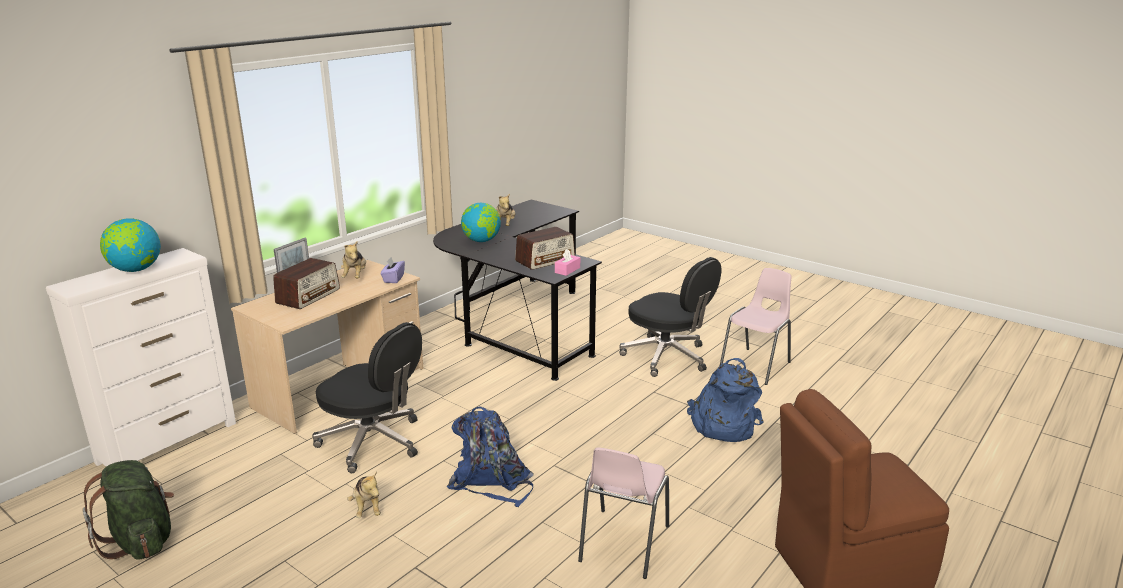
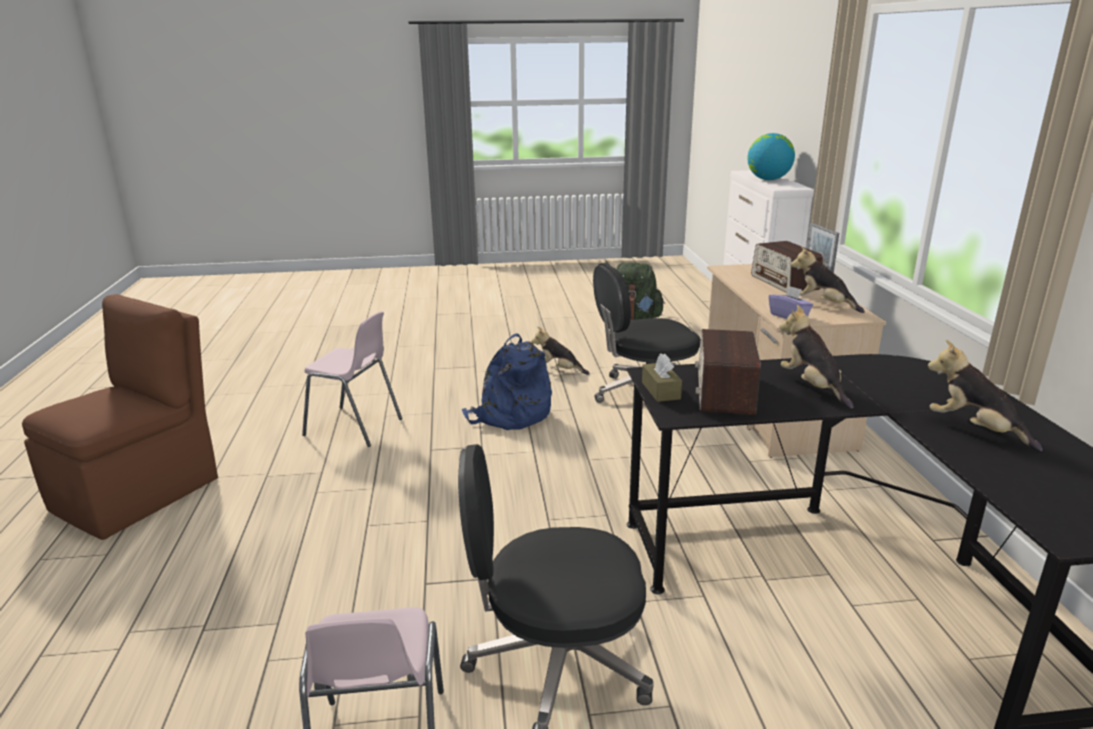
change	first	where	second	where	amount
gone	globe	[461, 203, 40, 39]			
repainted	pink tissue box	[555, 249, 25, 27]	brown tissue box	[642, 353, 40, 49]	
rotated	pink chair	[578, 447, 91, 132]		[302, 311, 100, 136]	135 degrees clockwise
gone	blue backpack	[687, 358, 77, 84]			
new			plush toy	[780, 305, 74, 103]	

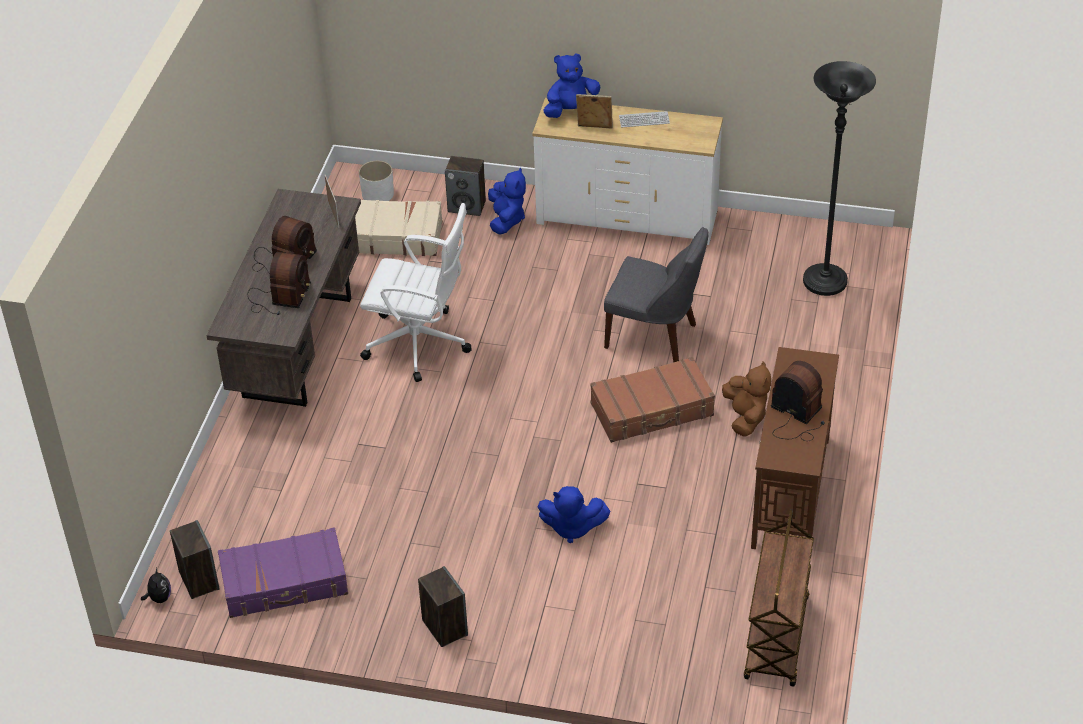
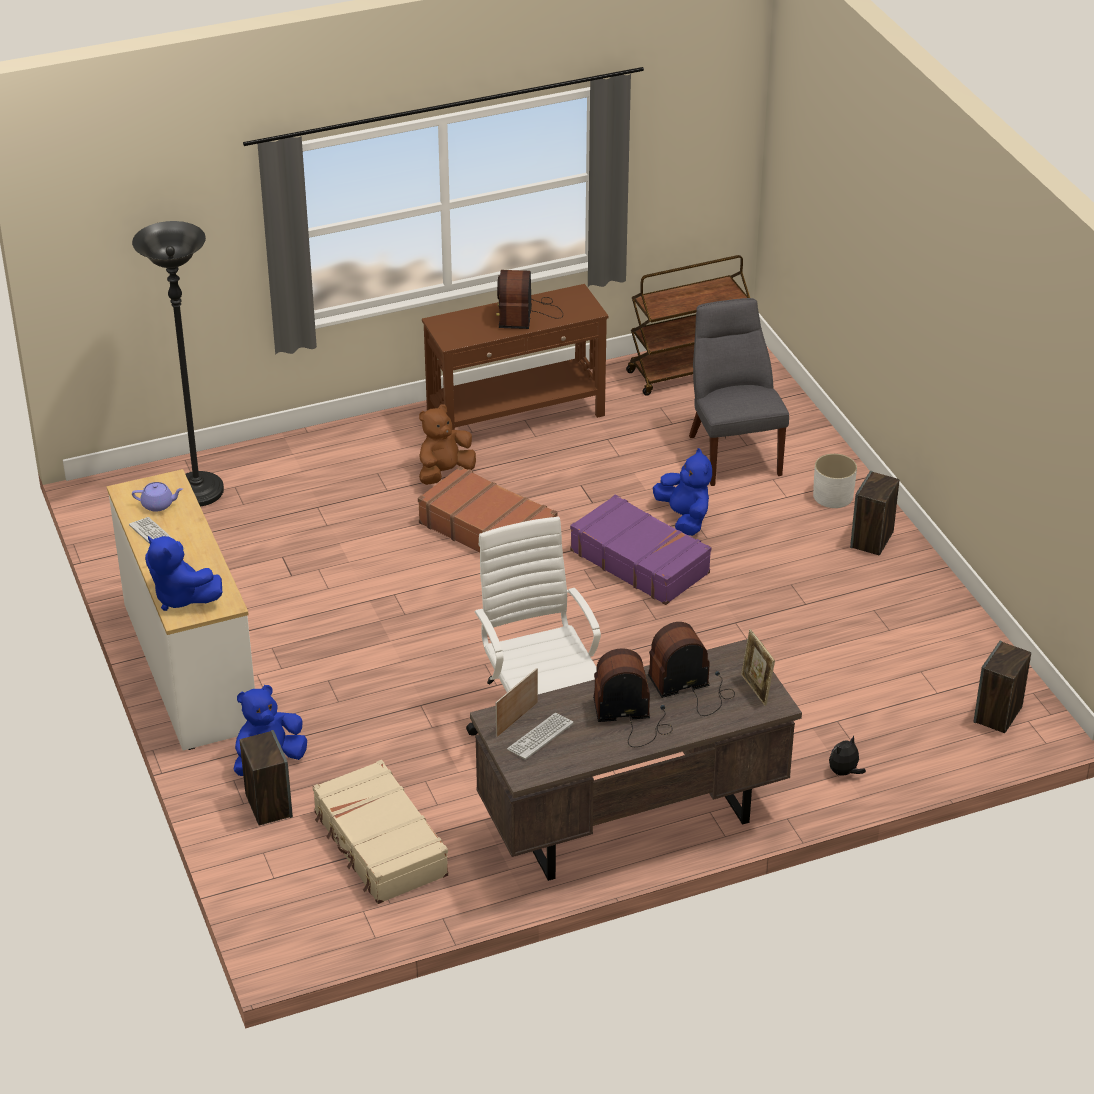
change	first	where	second	where	amount
shifted	plush toy	[141, 568, 30, 35]		[829, 735, 37, 41]	
shifted	purple suitcase	[218, 527, 130, 91]		[570, 495, 141, 110]	
shifted	white planter	[359, 161, 35, 40]		[813, 454, 44, 54]	
shifted	picture frame	[576, 94, 37, 35]		[741, 629, 34, 77]	
shifted	grey chair	[604, 227, 105, 135]		[689, 298, 100, 188]	
new			purple teapot	[132, 482, 51, 30]	
new			keyboard	[507, 713, 66, 47]	

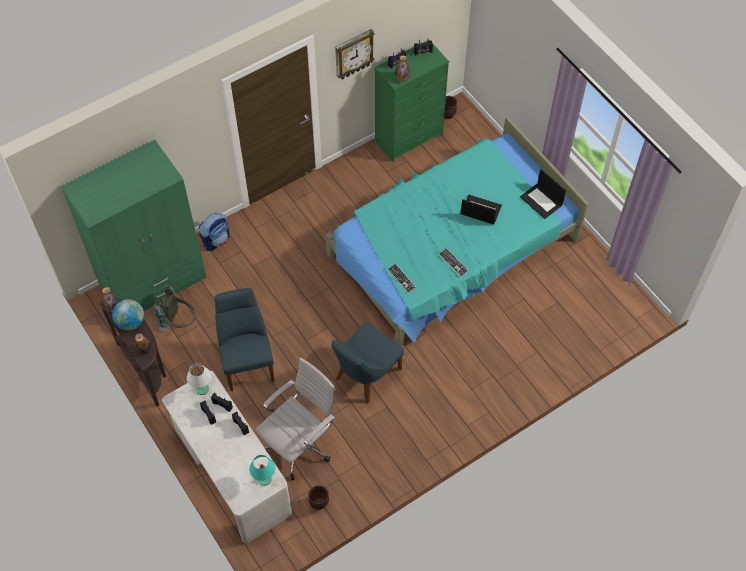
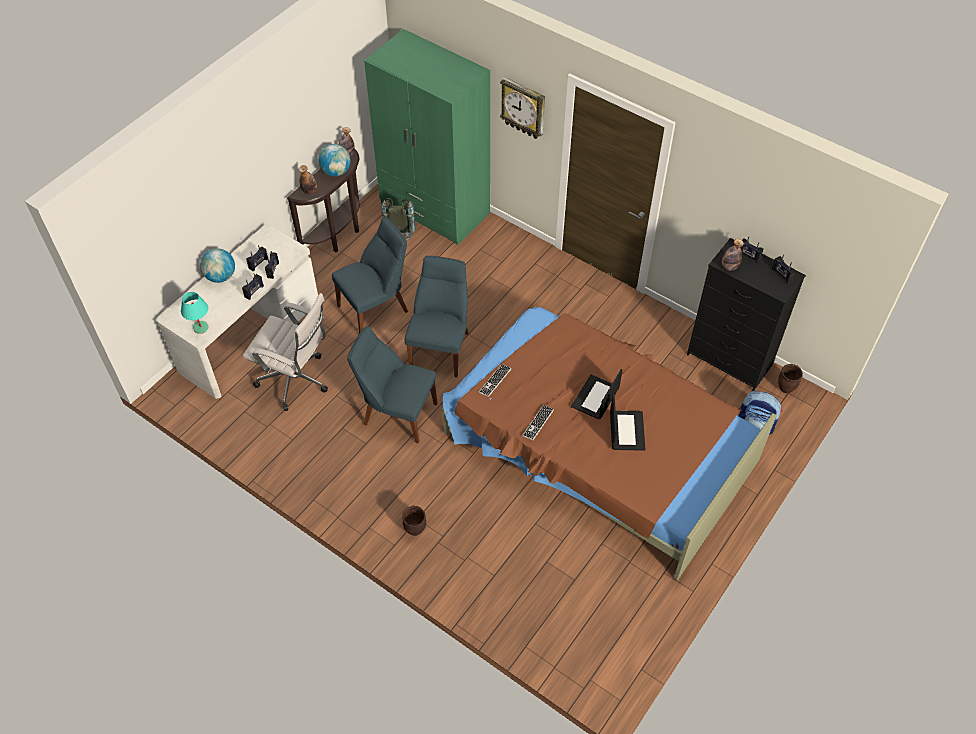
change	first	where	second	where	amount
gone	white table lamp	[187, 363, 24, 32]			
shifted	backpack	[199, 213, 31, 38]		[738, 391, 45, 44]	
shifted	brown planter	[308, 485, 21, 25]		[402, 506, 24, 30]	
repainted	turquoise bed	[325, 117, 263, 229]	brown bed	[442, 307, 335, 273]	
shifted	wall clock	[335, 29, 40, 51]		[500, 77, 45, 62]	
repainted	green dresser	[375, 40, 74, 122]	black dresser	[687, 238, 119, 153]	
shifted	laptop	[520, 169, 46, 50]		[571, 369, 51, 50]	
new			globe	[200, 248, 35, 35]	
new			blue chair	[405, 256, 64, 122]	

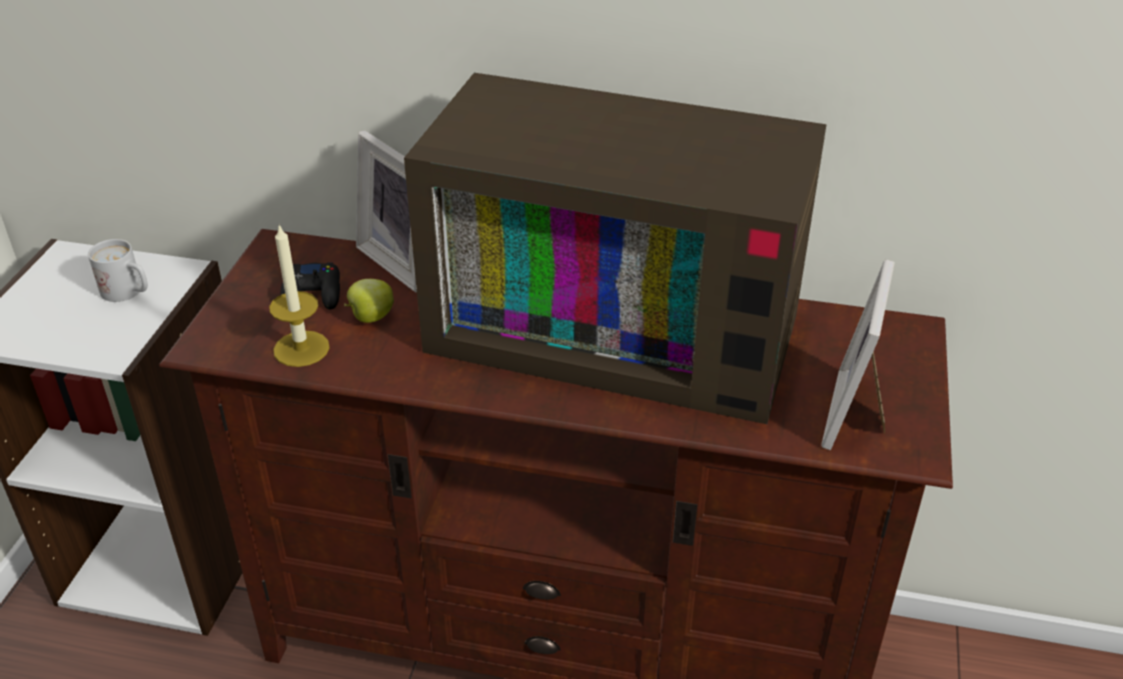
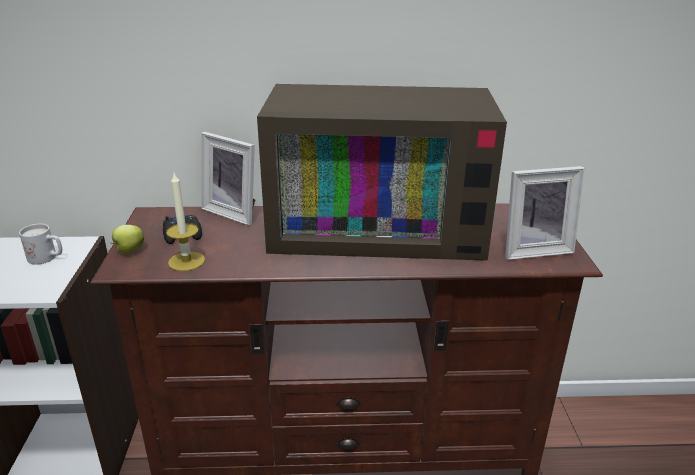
change	first	where	second	where	amount
shifted	apple	[344, 279, 50, 44]		[110, 225, 34, 29]	
rotated	picture frame	[821, 260, 74, 190]		[505, 166, 79, 94]	105 degrees counterclockwise

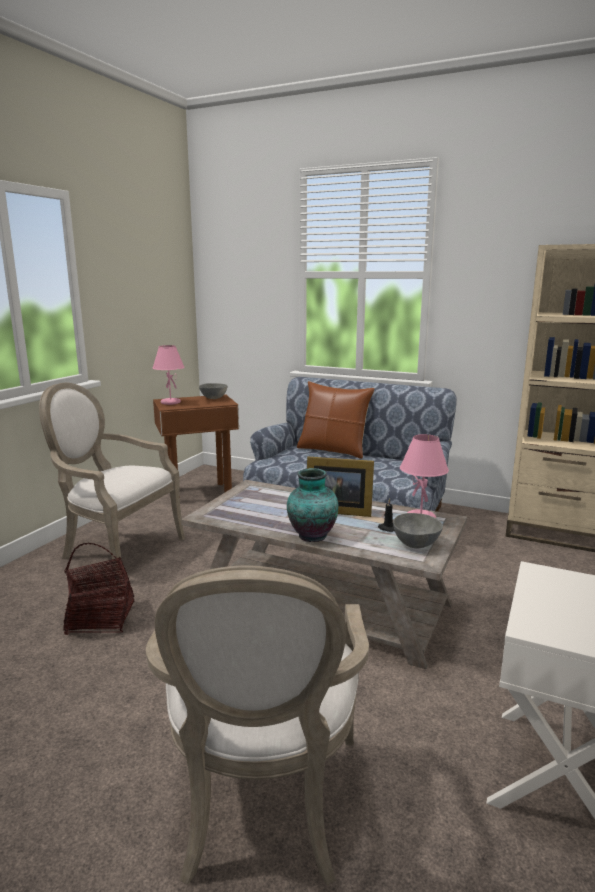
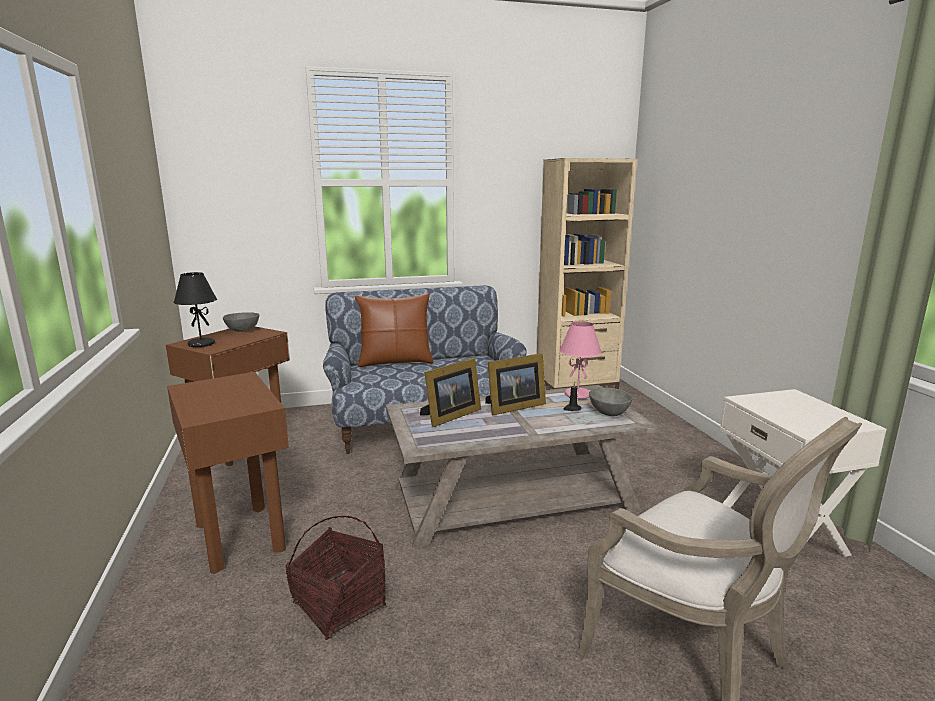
change	first	where	second	where	amount
swapped	armchair	[39, 383, 146, 200]	brown side table	[167, 372, 122, 202]	
repainted	pink table lamp	[152, 345, 33, 60]	black table lamp	[173, 272, 44, 75]	
gone	vase	[287, 468, 52, 74]			
new			picture frame	[420, 358, 61, 69]	

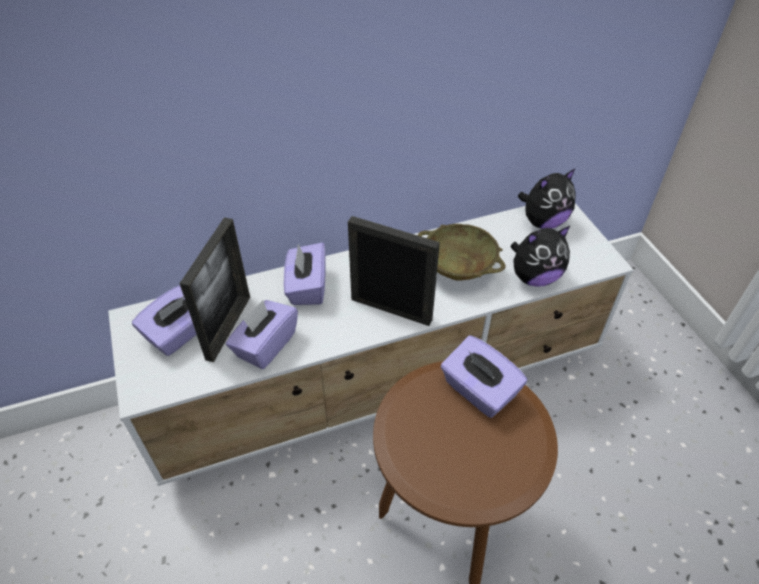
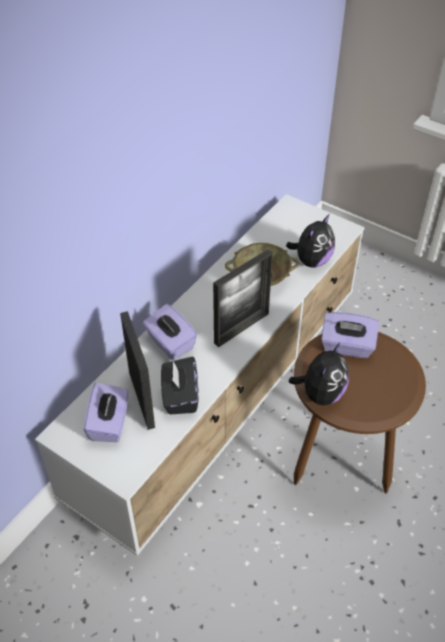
change	first	where	second	where	amount
repainted	purple tissue box	[226, 300, 72, 69]	black tissue box	[161, 357, 38, 58]	
rotated	picture frame	[348, 216, 92, 110]		[213, 249, 60, 98]	150 degrees clockwise
shifted	plush toy	[518, 168, 58, 61]		[288, 343, 61, 63]	

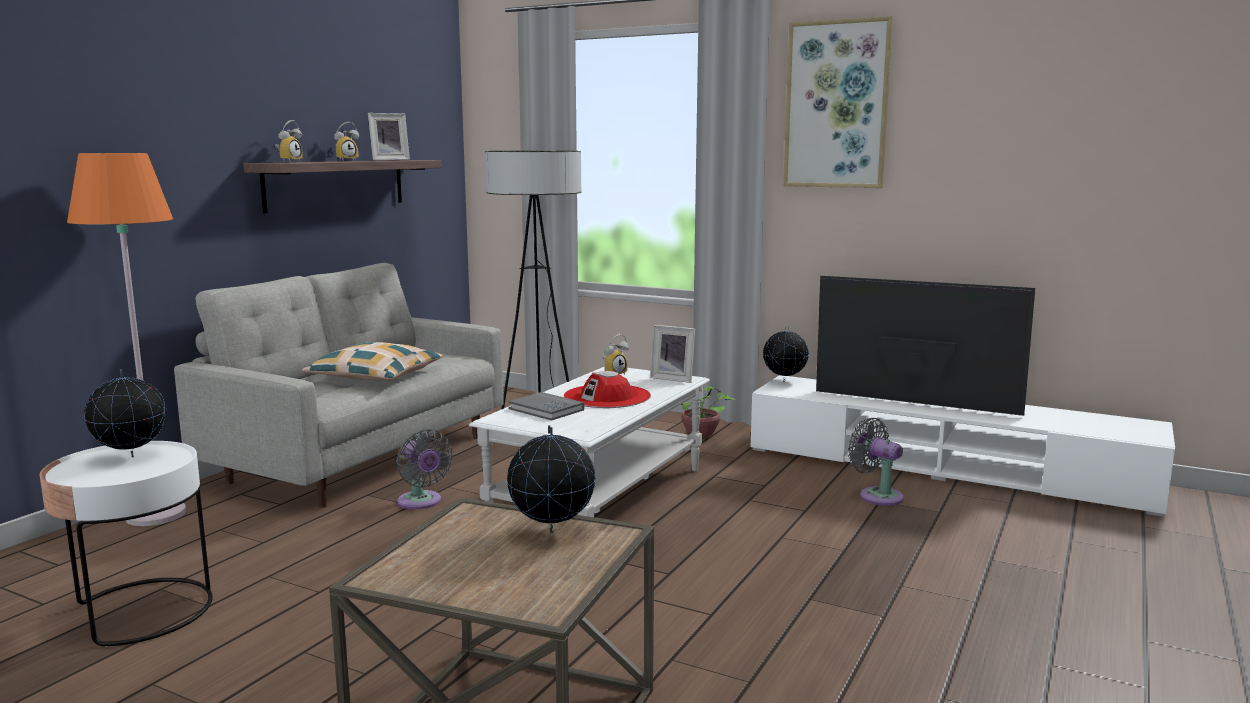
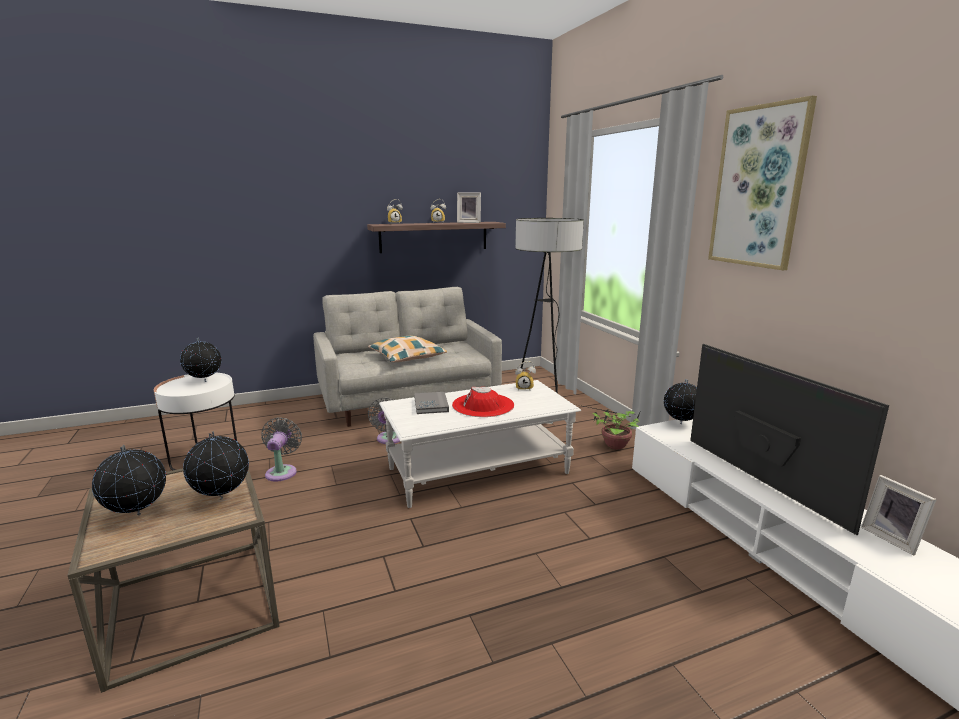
change	first	where	second	where	amount
gone	orange floor lamp	[67, 153, 119, 373]			
shifted	picture frame	[650, 325, 45, 58]		[861, 475, 76, 80]	
shifted	grey fan	[848, 418, 56, 88]		[261, 417, 41, 64]	
new			globe	[92, 445, 74, 70]	

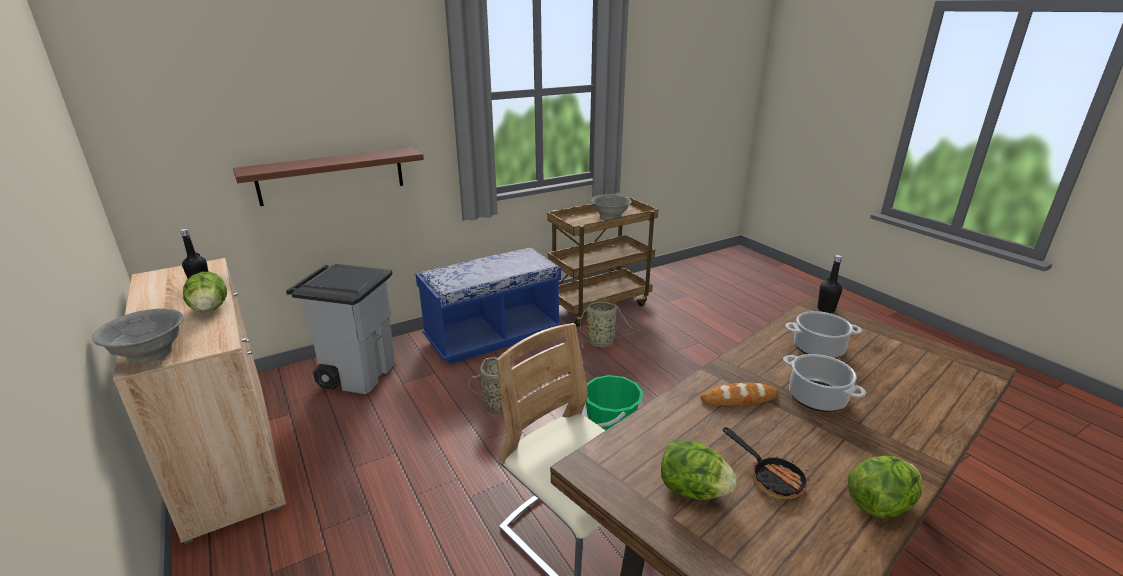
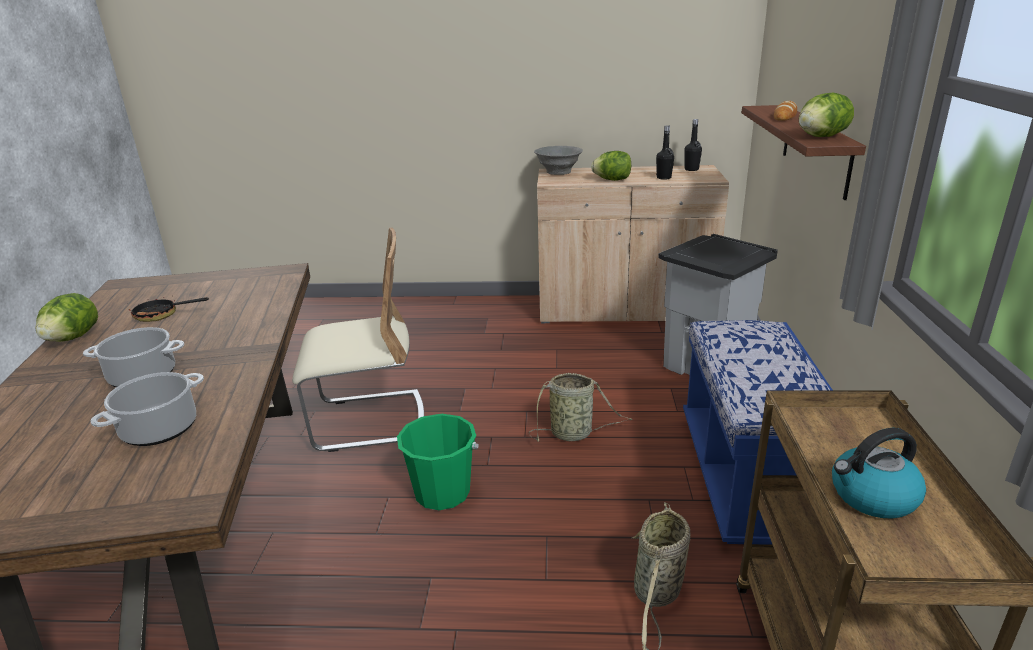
change	first	where	second	where	amount
swapped	grey bowl	[591, 194, 41, 26]	kettle	[832, 428, 94, 91]	
shifted	lettuce	[661, 440, 76, 60]		[799, 92, 55, 45]	
shifted	bread	[700, 383, 78, 23]		[774, 101, 23, 20]	
shifted	black bottle	[817, 255, 25, 58]		[684, 119, 18, 52]	

